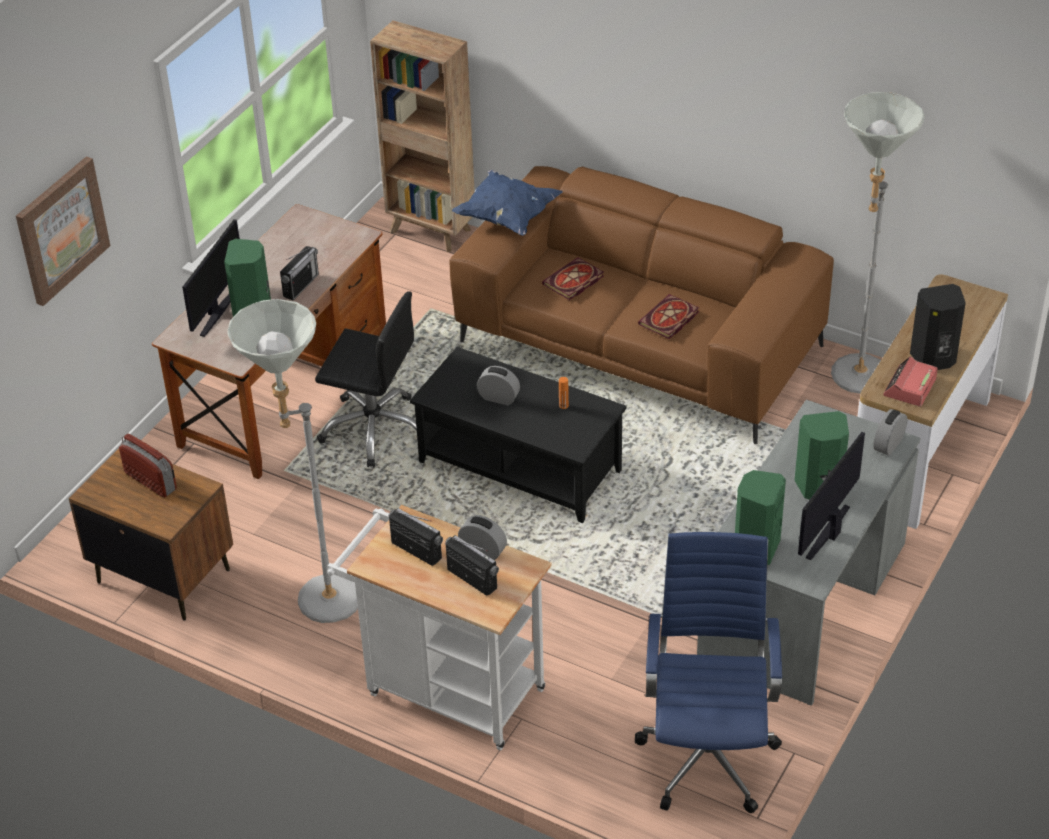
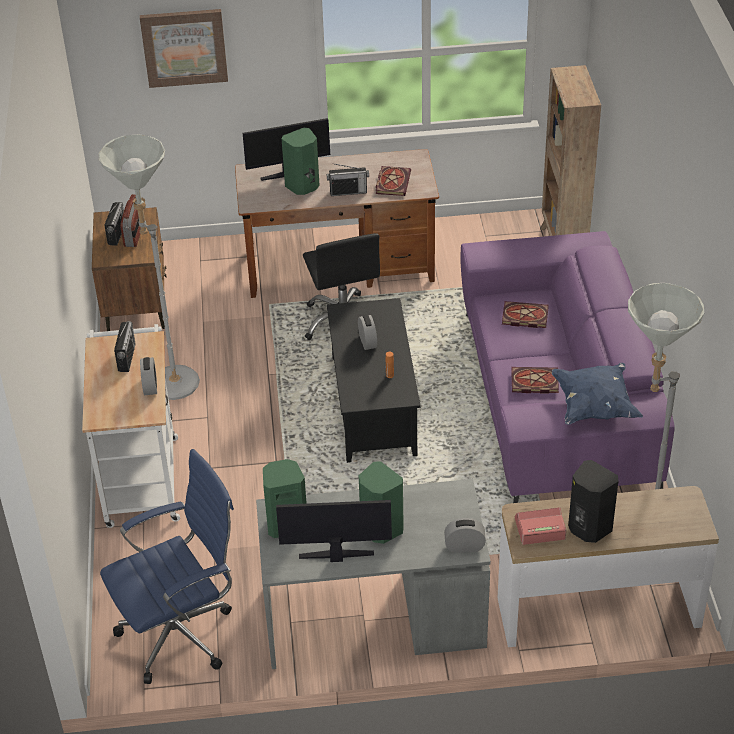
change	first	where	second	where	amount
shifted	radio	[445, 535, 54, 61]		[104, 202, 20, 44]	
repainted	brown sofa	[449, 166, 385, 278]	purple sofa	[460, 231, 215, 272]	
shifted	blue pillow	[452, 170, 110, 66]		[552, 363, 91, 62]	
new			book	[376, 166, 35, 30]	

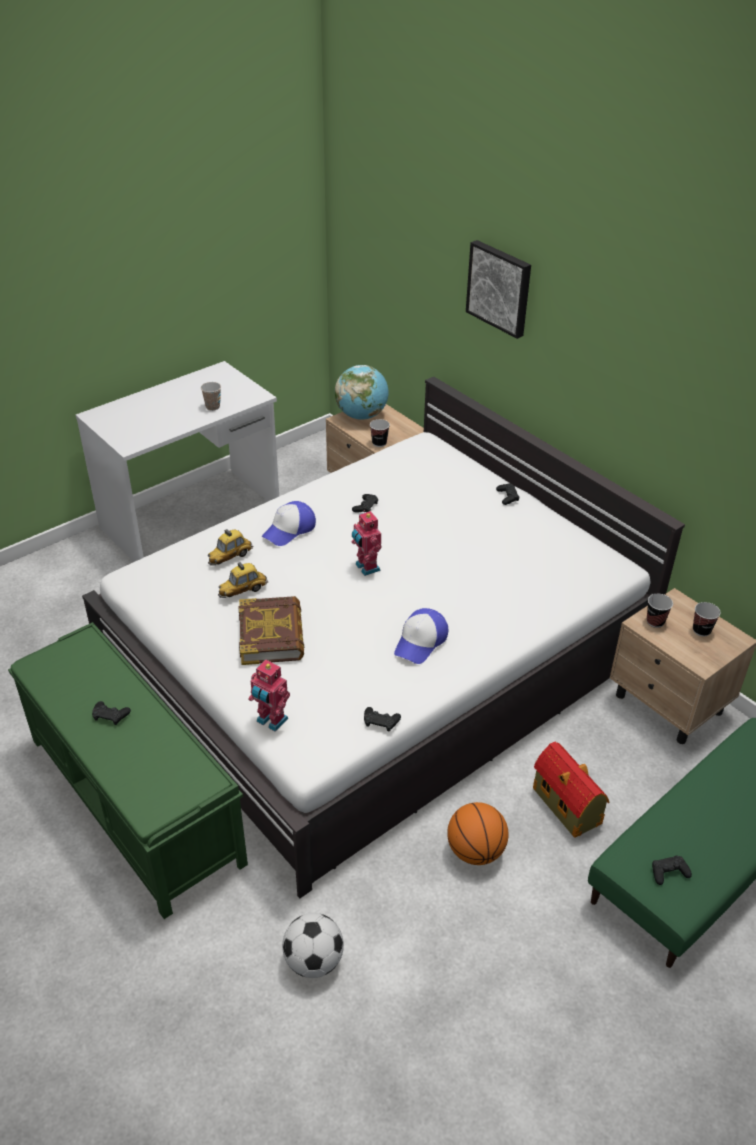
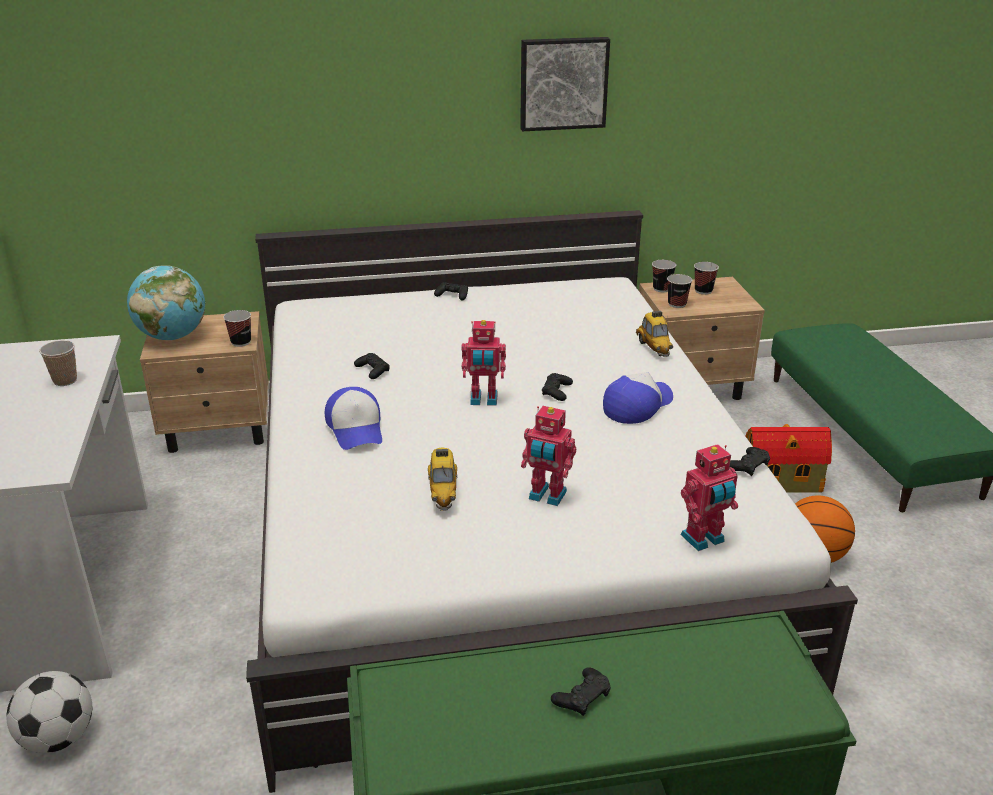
change	first	where	second	where	amount
shifted	toy car	[208, 529, 46, 37]		[636, 311, 37, 46]	
swapped	book	[239, 596, 65, 69]	toy robot	[521, 406, 55, 100]	
shifted	football	[282, 913, 62, 65]		[7, 671, 85, 82]	
rotated	cap	[394, 608, 54, 56]		[603, 372, 70, 52]	105 degrees counterclockwise
shifted	picture	[466, 240, 65, 99]		[520, 37, 90, 94]	
shifted	black game controller	[652, 856, 40, 29]		[542, 373, 31, 28]	
new			cup	[652, 260, 24, 32]	

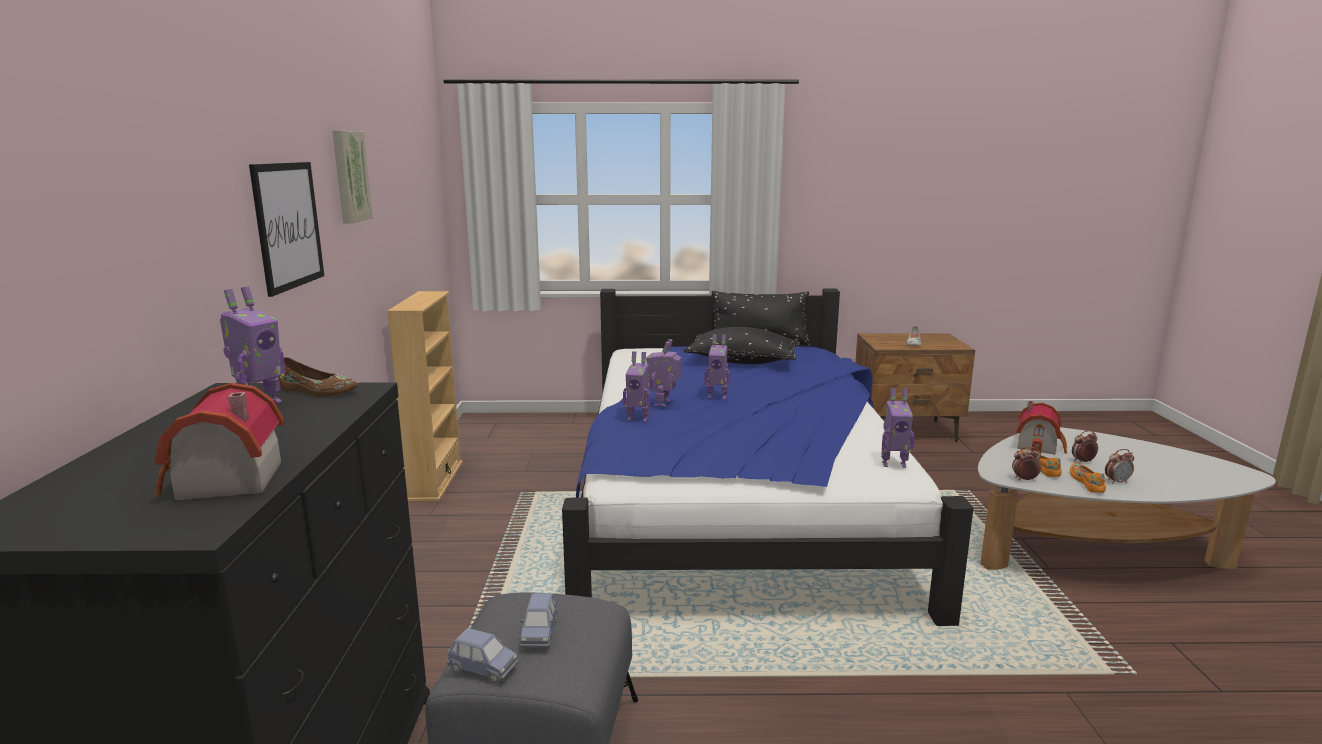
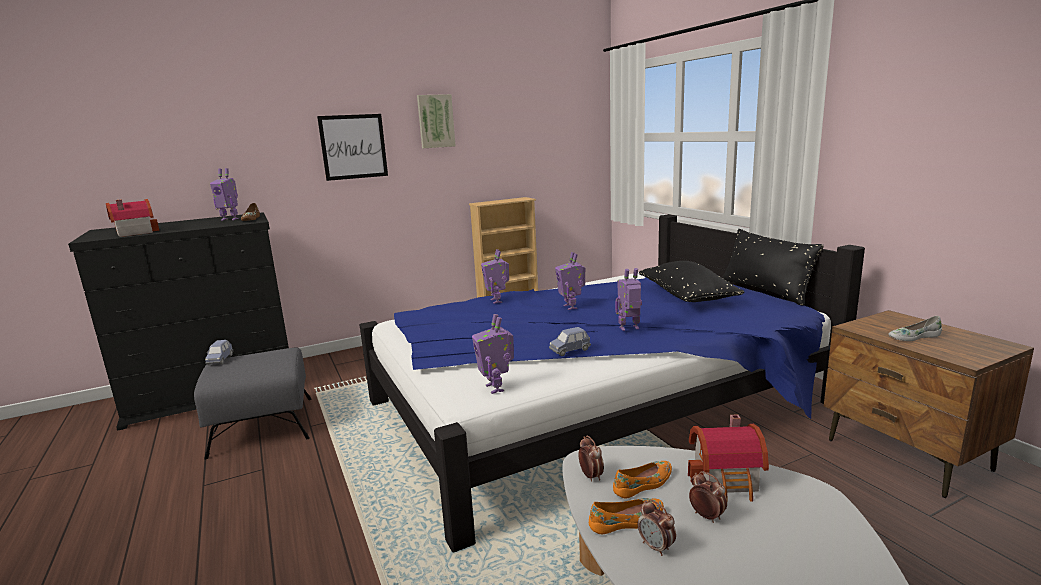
change	first	where	second	where	amount
shifted	blue toy car	[520, 593, 38, 55]		[549, 327, 42, 29]	
shifted	toy robot	[646, 339, 35, 68]		[615, 268, 27, 63]	

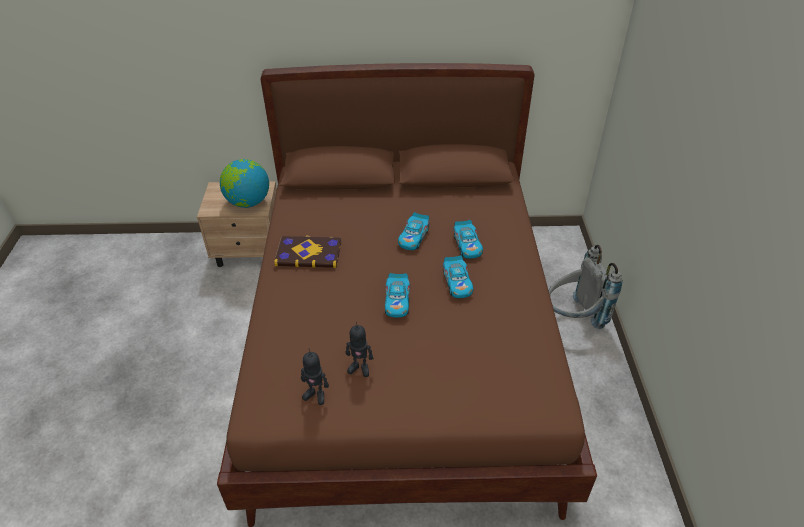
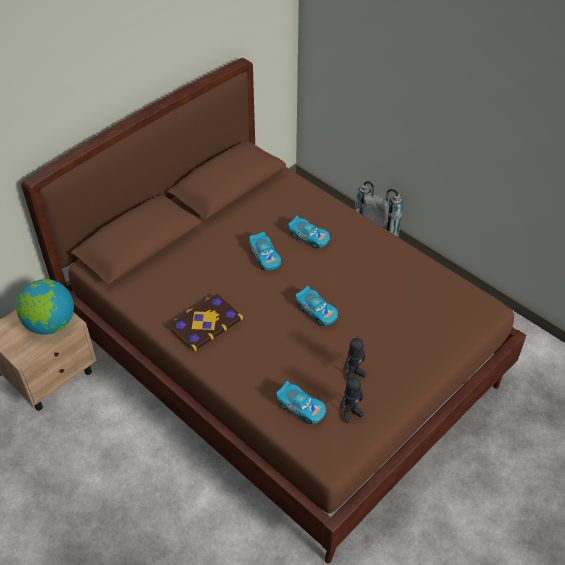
change	first	where	second	where	amount
shifted	toy car	[443, 255, 30, 43]		[276, 381, 50, 43]	

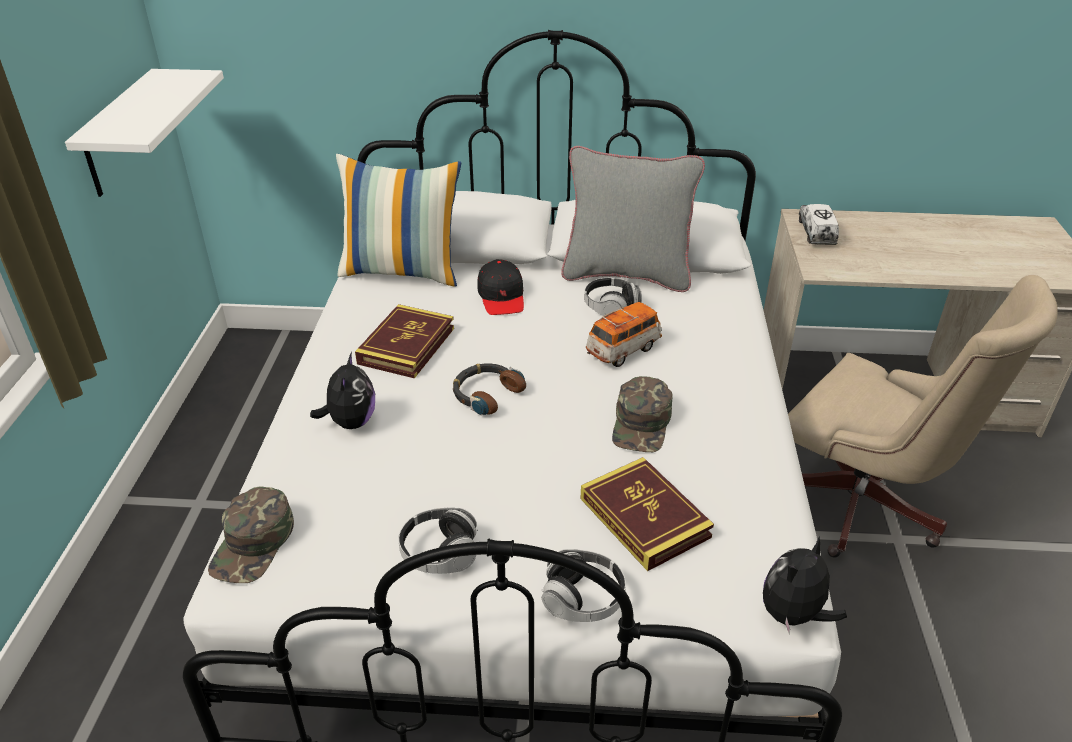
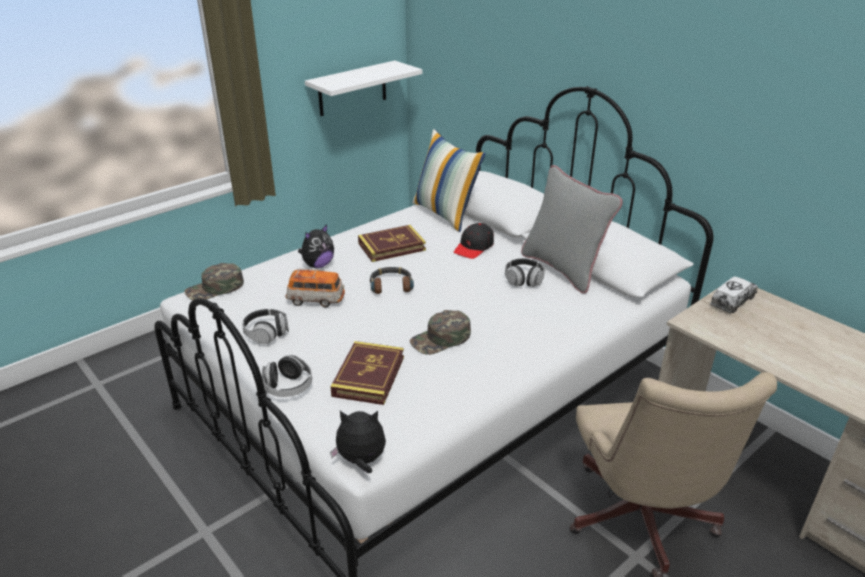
change	first	where	second	where	amount
shifted	toy car	[586, 302, 76, 65]		[286, 268, 59, 39]	

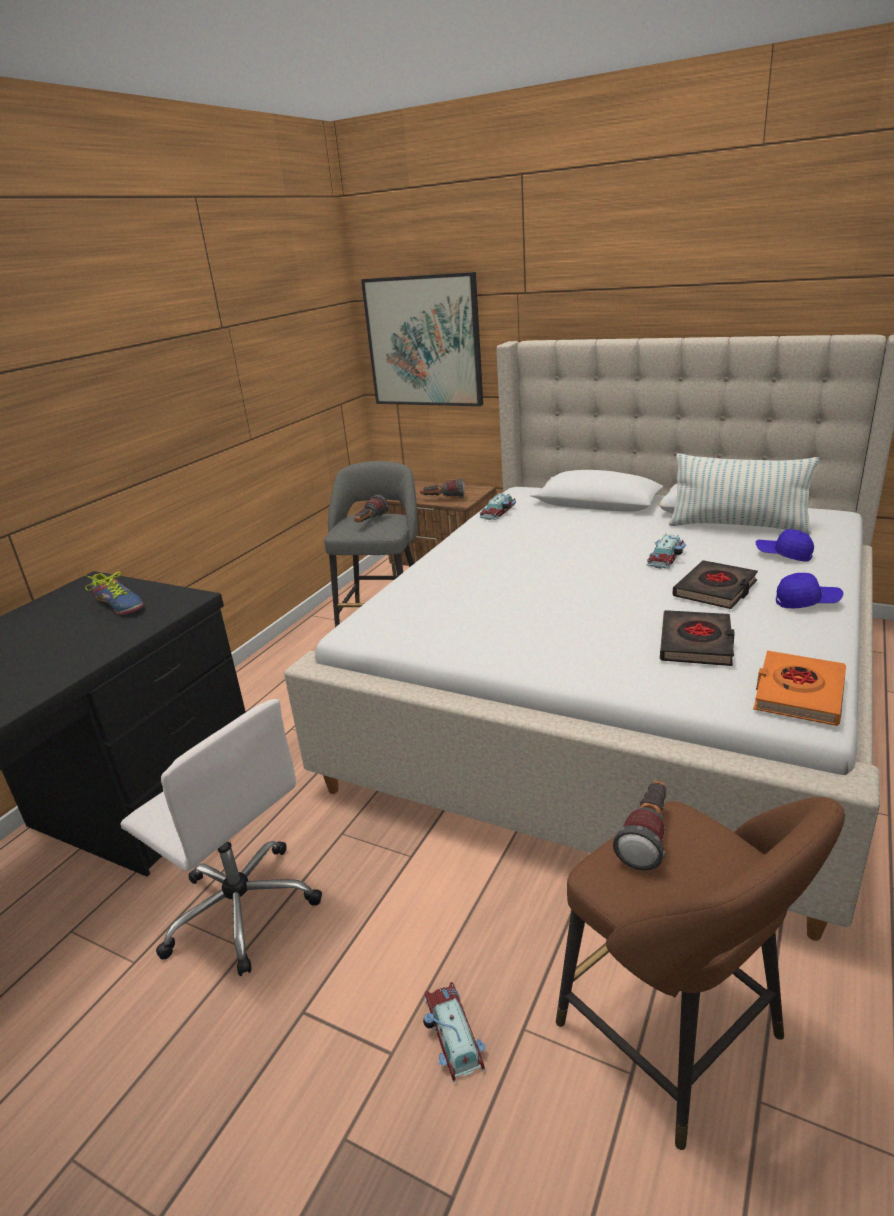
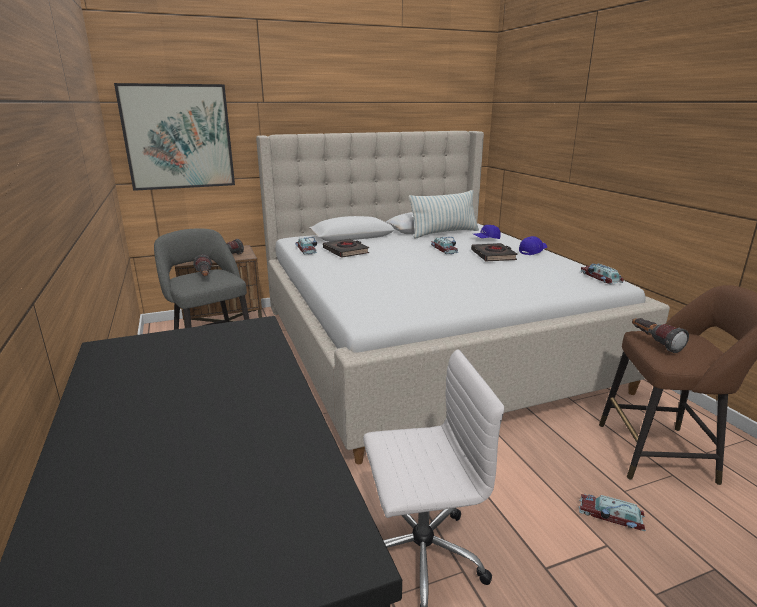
change	first	where	second	where	amount
gone	shoe	[84, 571, 59, 44]			
shifted	black book	[660, 610, 75, 56]		[323, 239, 46, 19]	
swapped	orange book	[753, 651, 93, 75]	toy car	[580, 263, 43, 22]	

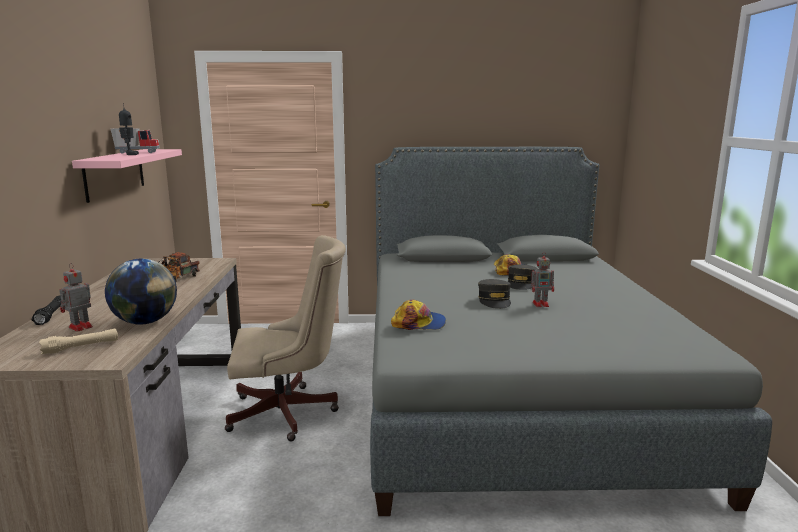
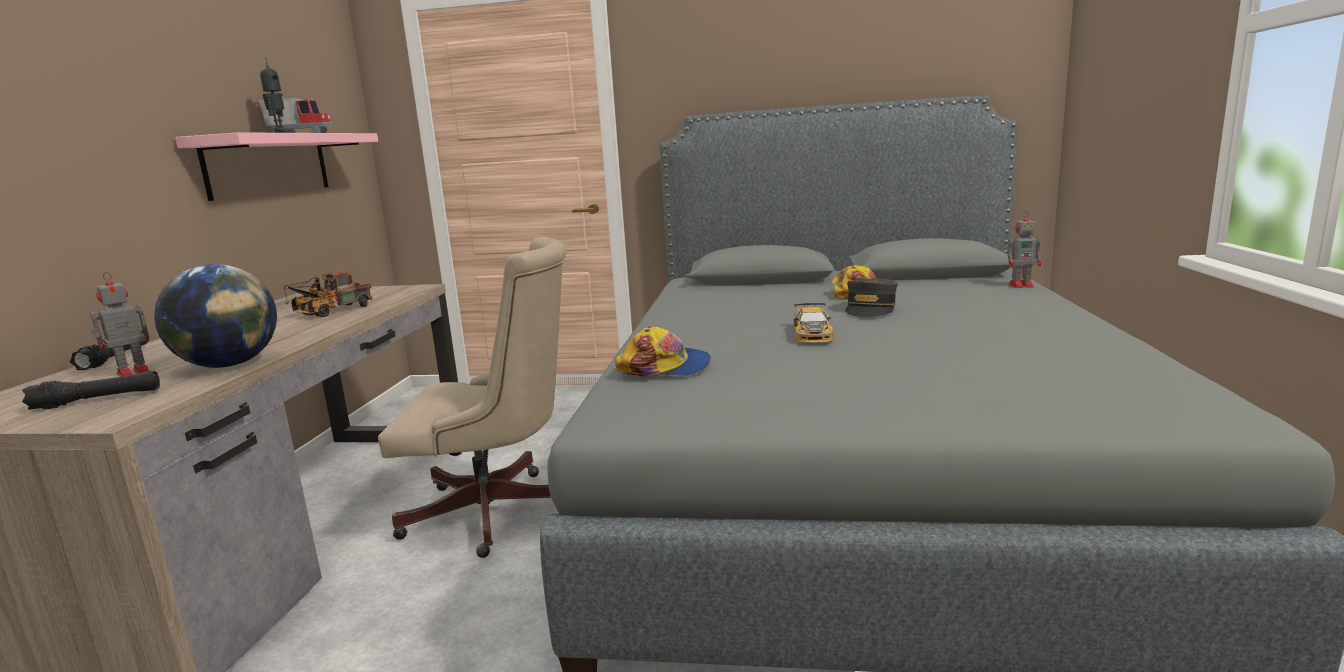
change	first	where	second	where	amount
repainted	beige flashlight	[39, 329, 79, 25]	black flashlight	[22, 371, 138, 39]	
swapped	grey cap	[478, 279, 33, 30]	toy car	[793, 303, 40, 40]	
shifted	toy robot	[531, 252, 23, 55]		[1007, 211, 34, 77]	

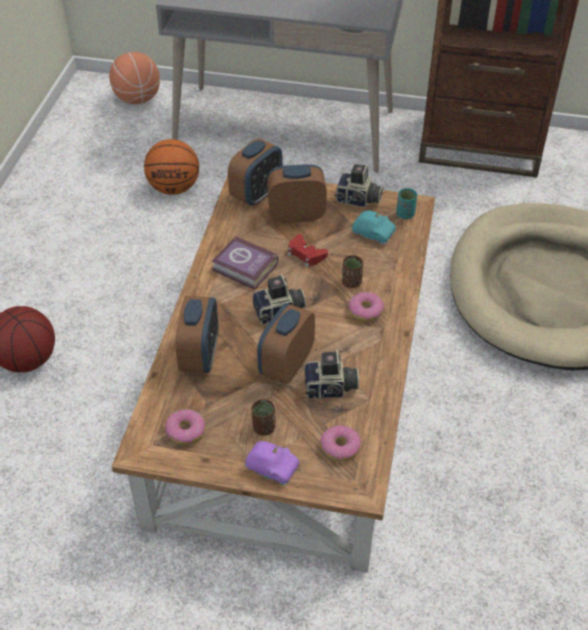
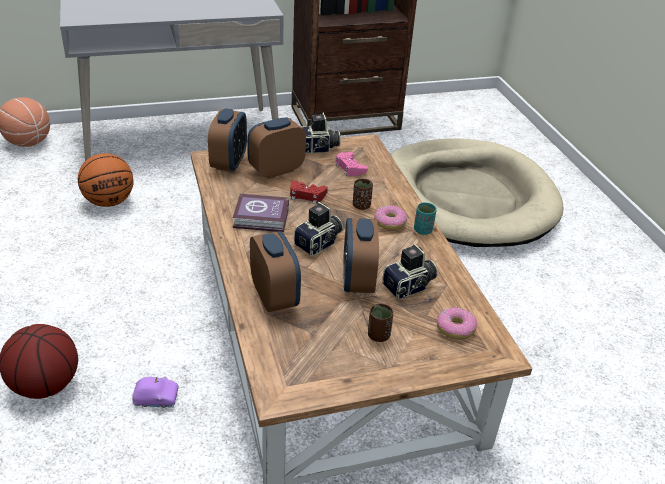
change	first	where	second	where	amount
gone	donut	[165, 409, 40, 36]			
shifted	purple toy car	[245, 441, 54, 45]		[132, 376, 47, 32]	
swapped	turquoise toy car	[352, 210, 44, 35]	pink game controller	[335, 152, 33, 24]	
shifted	turquoise cup	[396, 188, 21, 31]		[414, 202, 23, 33]	

